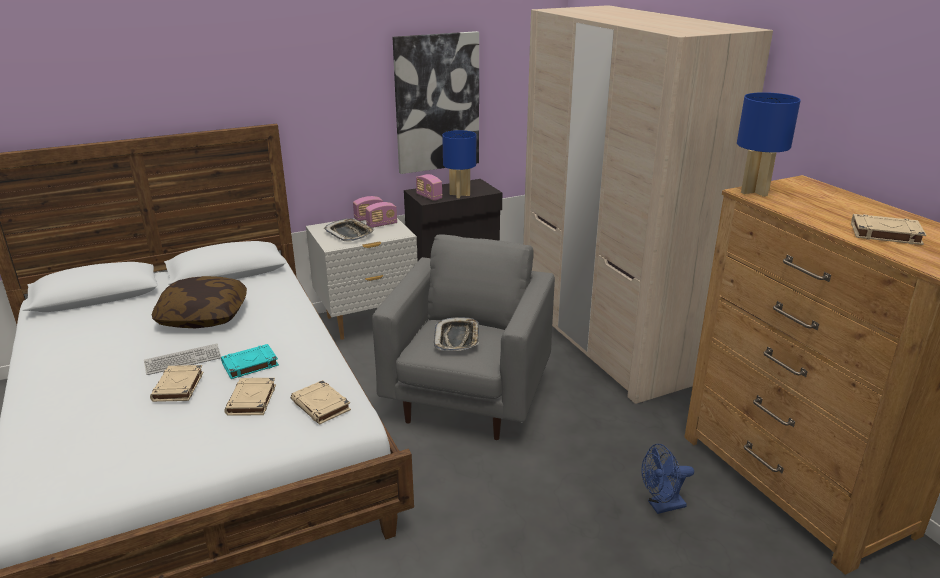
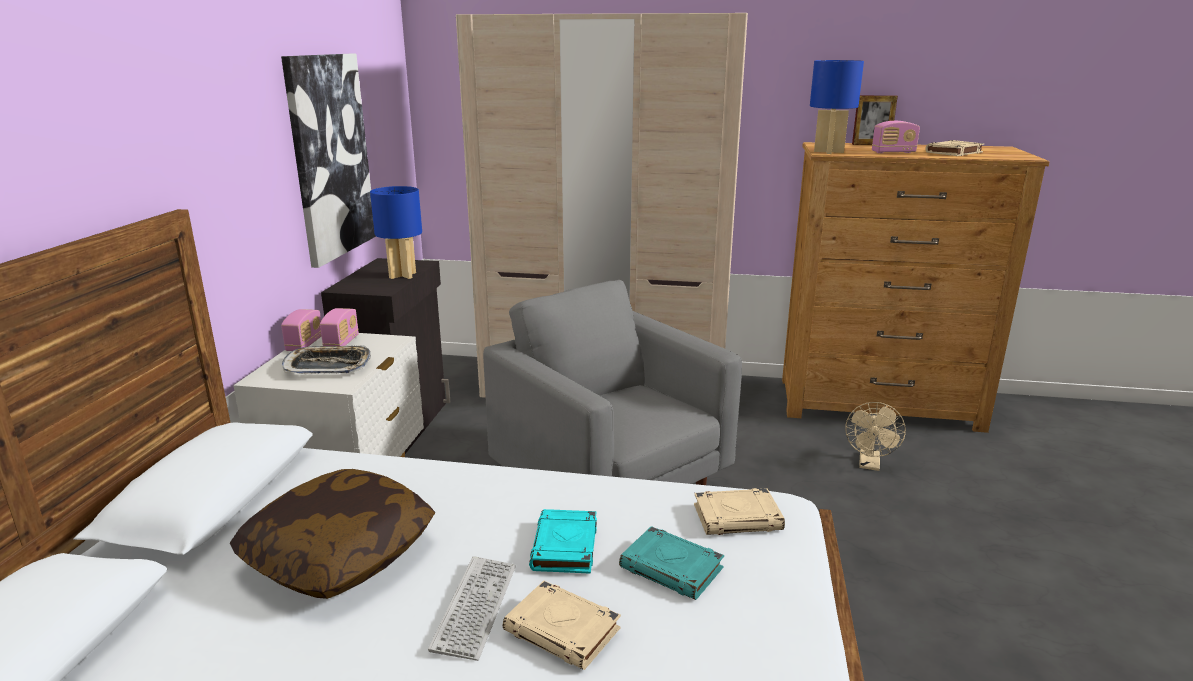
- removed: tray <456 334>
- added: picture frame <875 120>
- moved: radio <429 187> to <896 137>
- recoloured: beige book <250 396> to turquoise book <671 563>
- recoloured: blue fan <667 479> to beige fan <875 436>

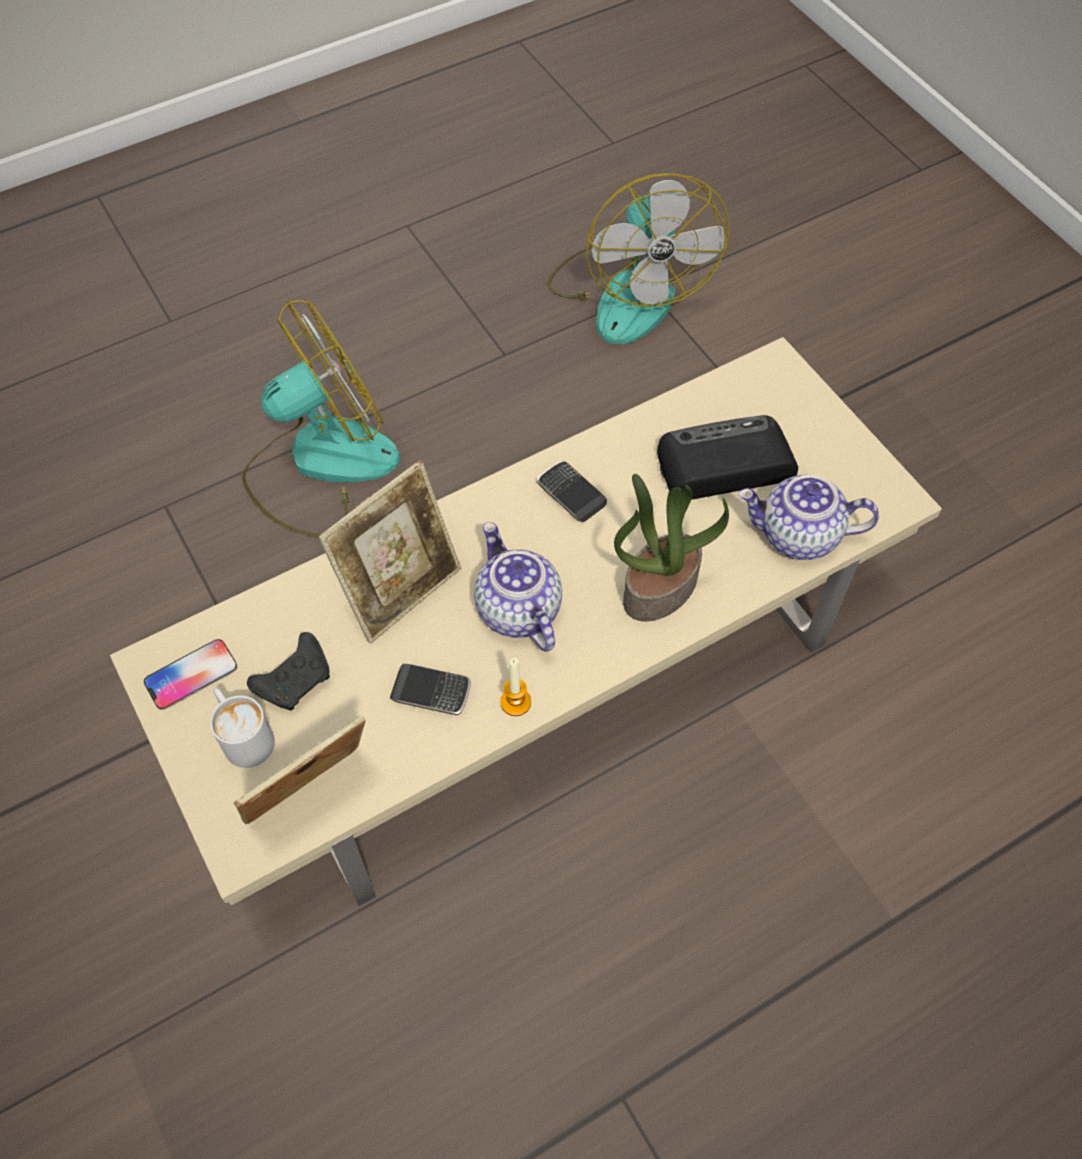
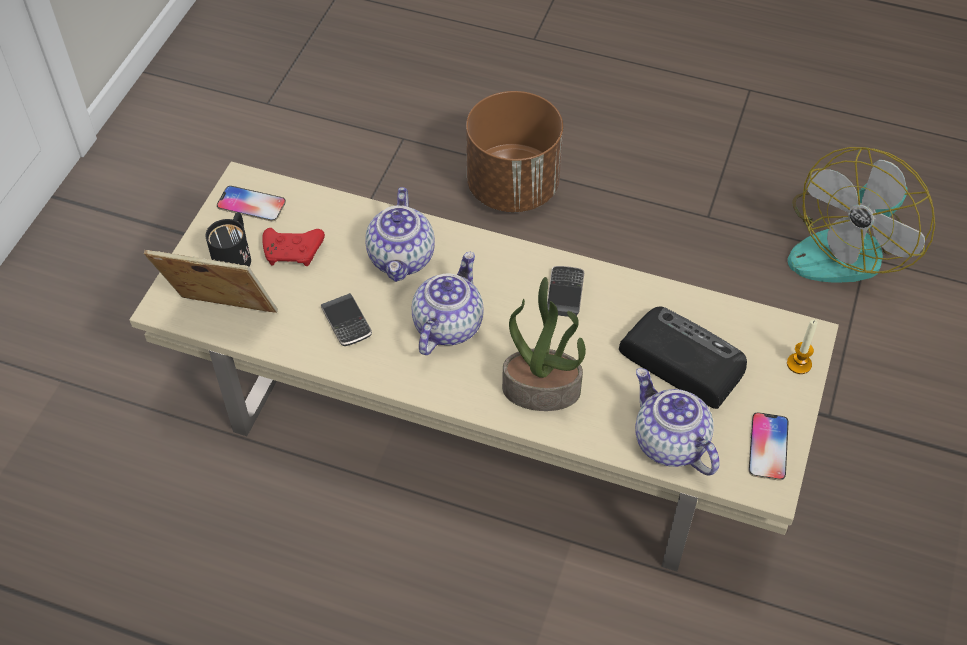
- added: phone <769 446>
- moved: candle <515 687> to <802 347>
- replaced: fan <321 419> to brown planter <514 151>
- replaced: picture frame <389 551> to teapot <400 234>
- recoloured: white mug <242 728> to black mug <228 239>
- recoloured: black game controller <288 671> to red game controller <293 247>

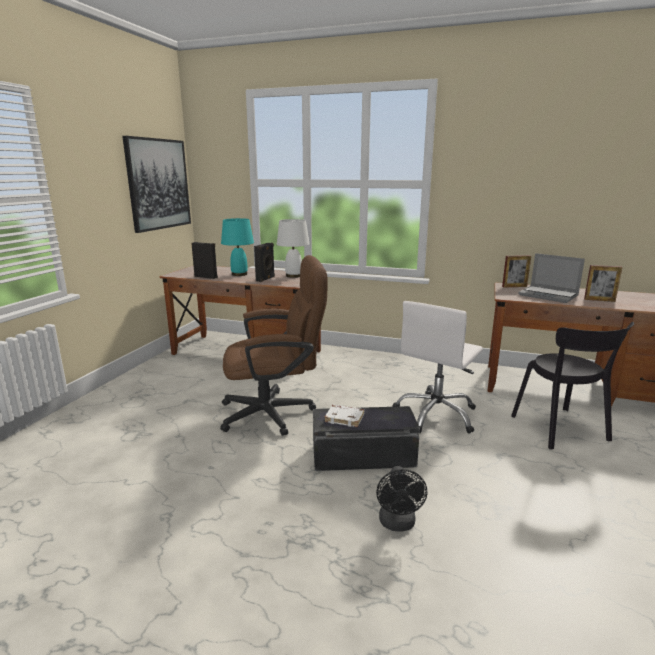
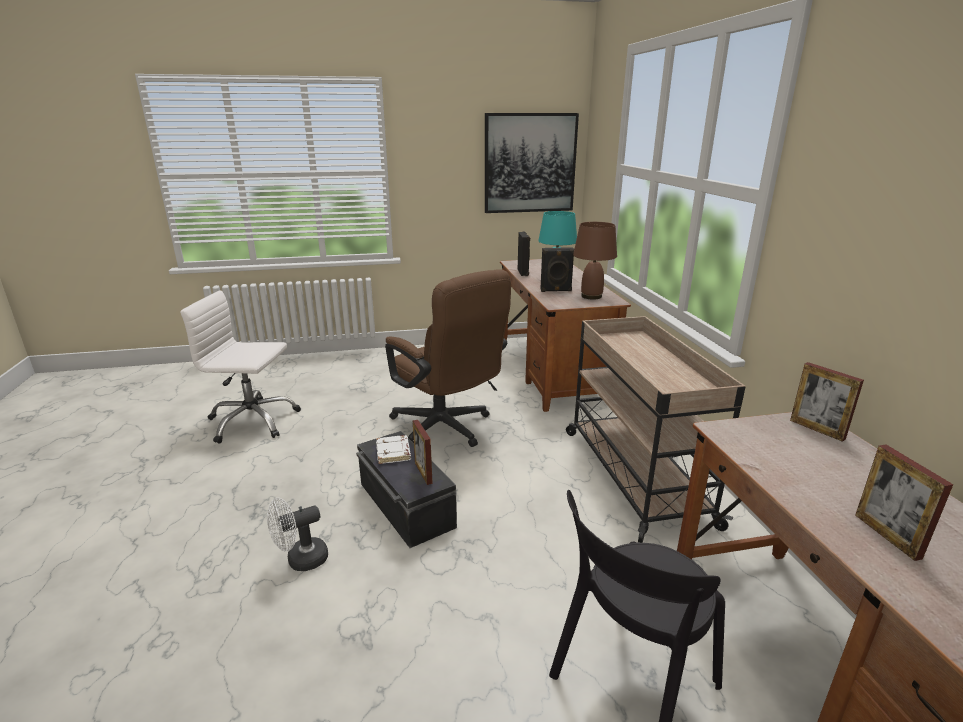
- removed: laptop <551 278>
- added: picture frame <423 452>
- added: beige cart <656 429>
- moved: white office chair <438 367> to <240 367>
- recoloured: white table lamp <293 248> to brown table lamp <595 261>
- recoloured: black fan <401 499> to white fan <297 534>

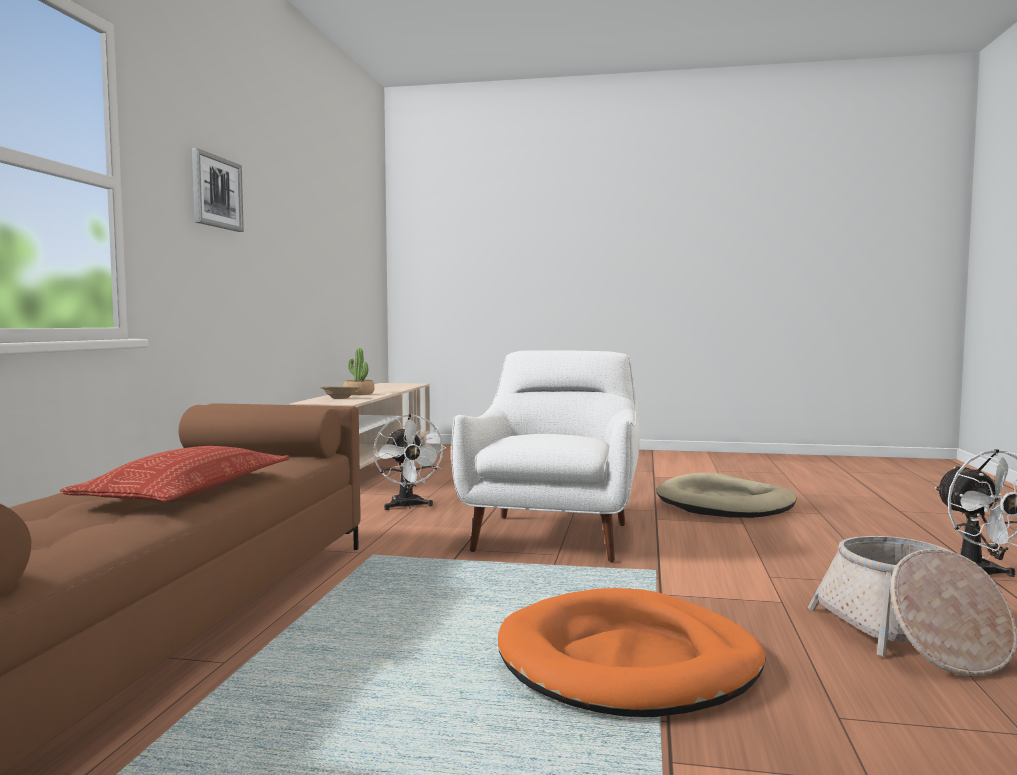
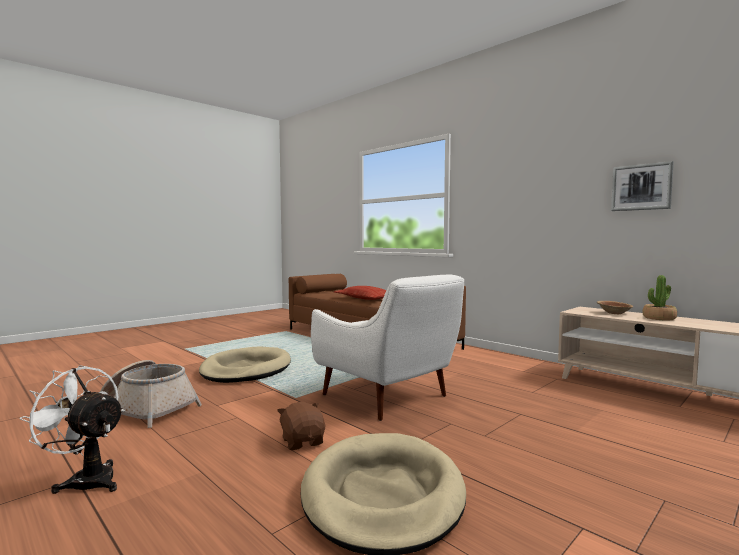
- removed: white fan <409 462>
- added: brown plush toy <301 426>
- moved: picture <218 190> to <642 186>
- recoloured: orange dog bed <632 652> to beige dog bed <245 364>

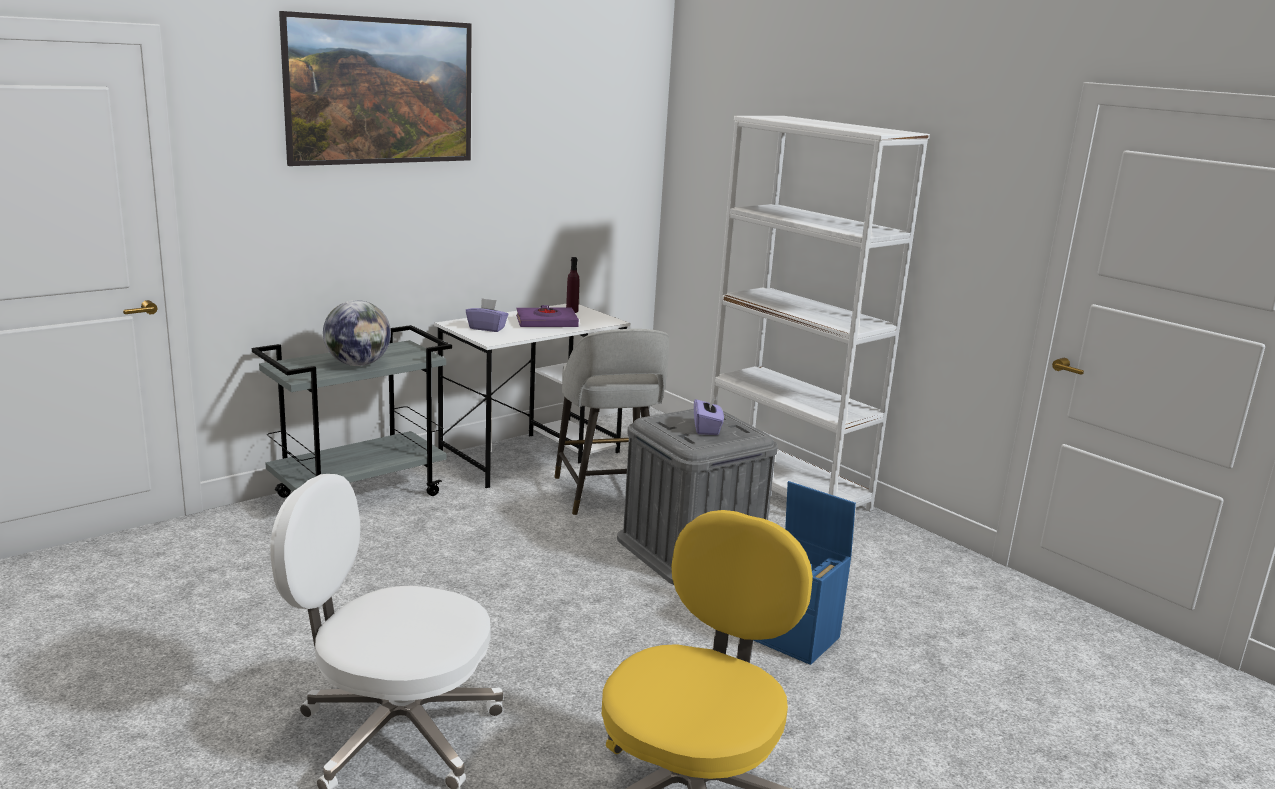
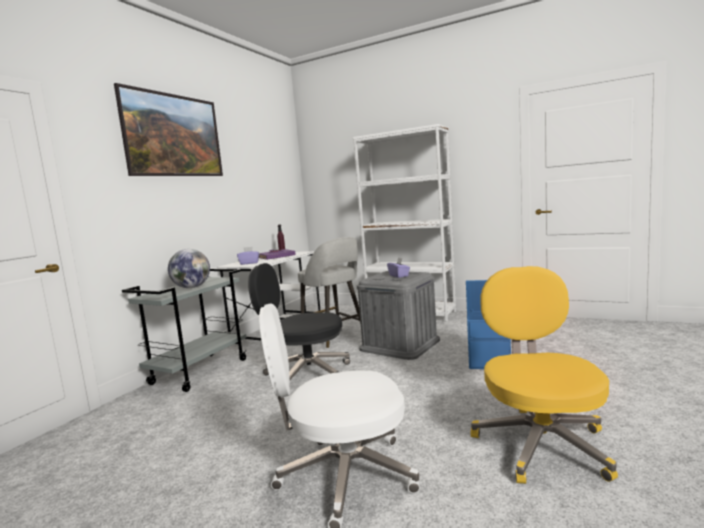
- added: black office chair <299 321>

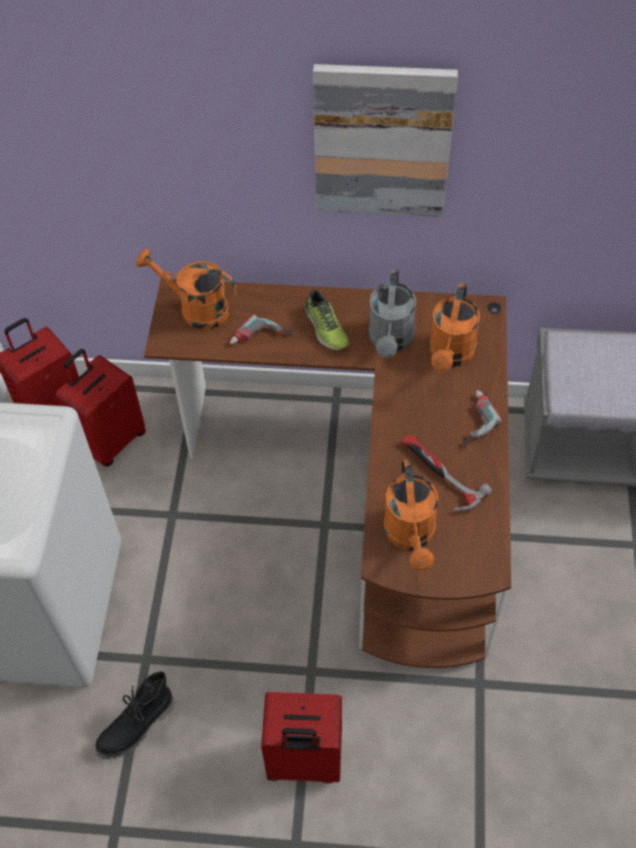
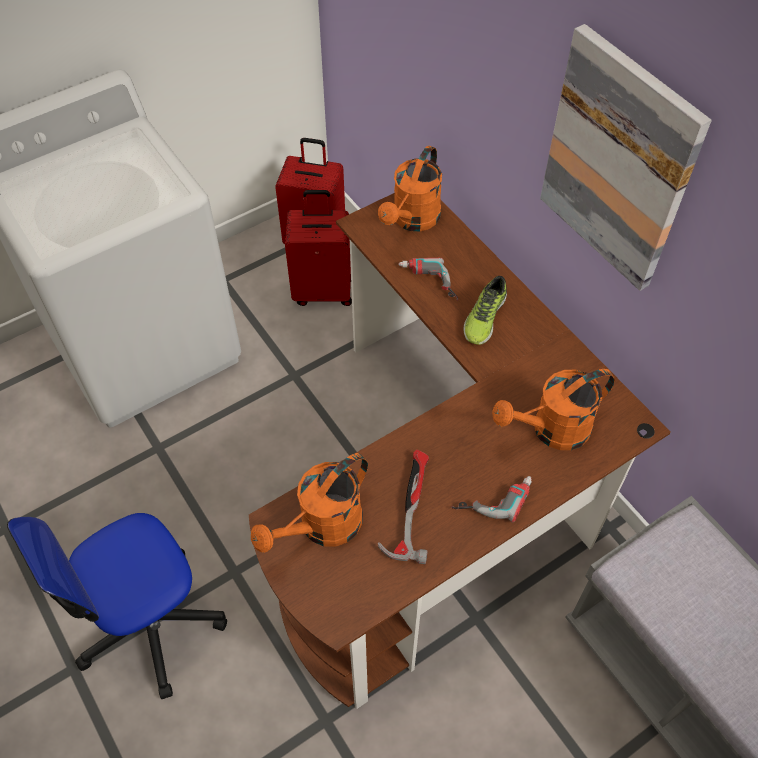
- removed: black boot <134 715>
- removed: grey watering can <392 313>
- replaced: red suitcase <301 737> to office chair <117 606>
- turned: orange watering can <186 289> = <410 188> 135 degrees counterclockwise

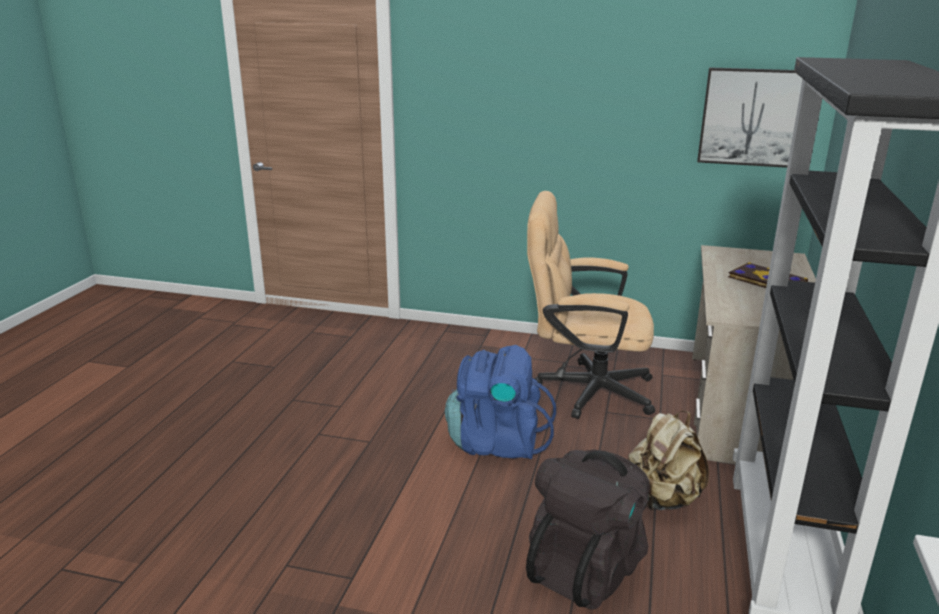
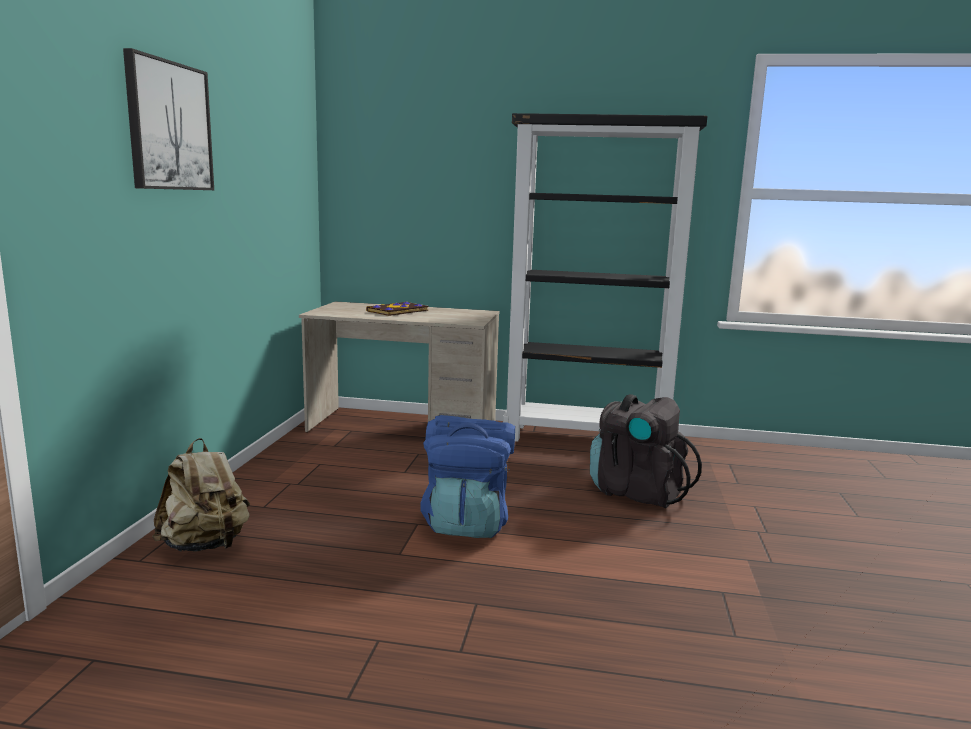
- removed: beige office chair <591 305>
- moved: beige backpack <669 460> to <201 494>
- moved: picture <750 117> to <168 119>

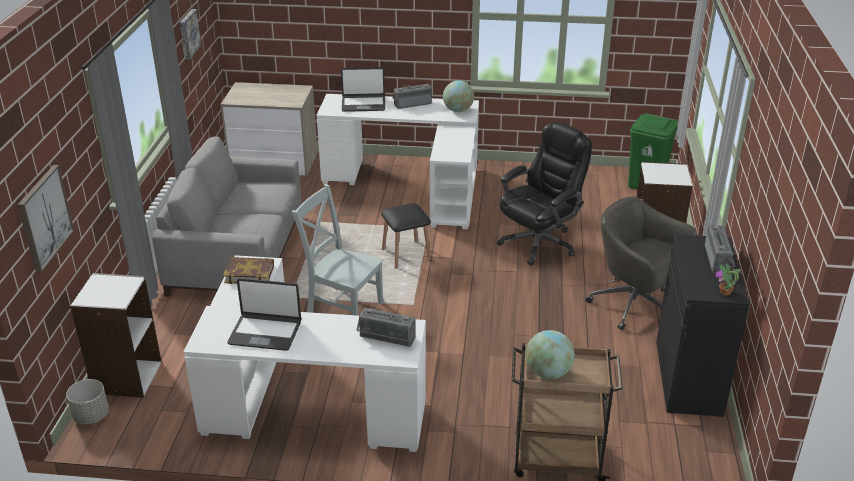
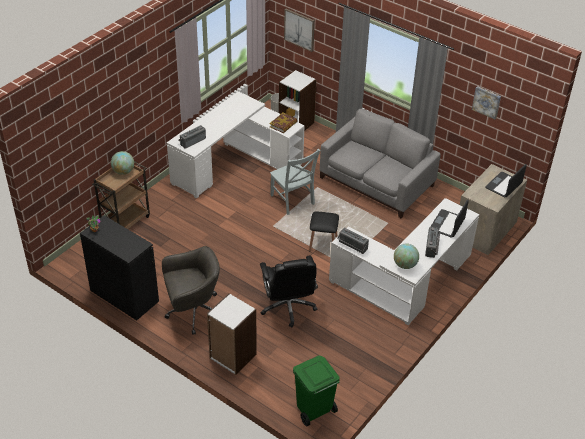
- moved: laptop <264 314> to <506 181>
- moved: radio <720 249> to <353 240>
- turned: grey chair <337 250> = <295 182> 90 degrees clockwise

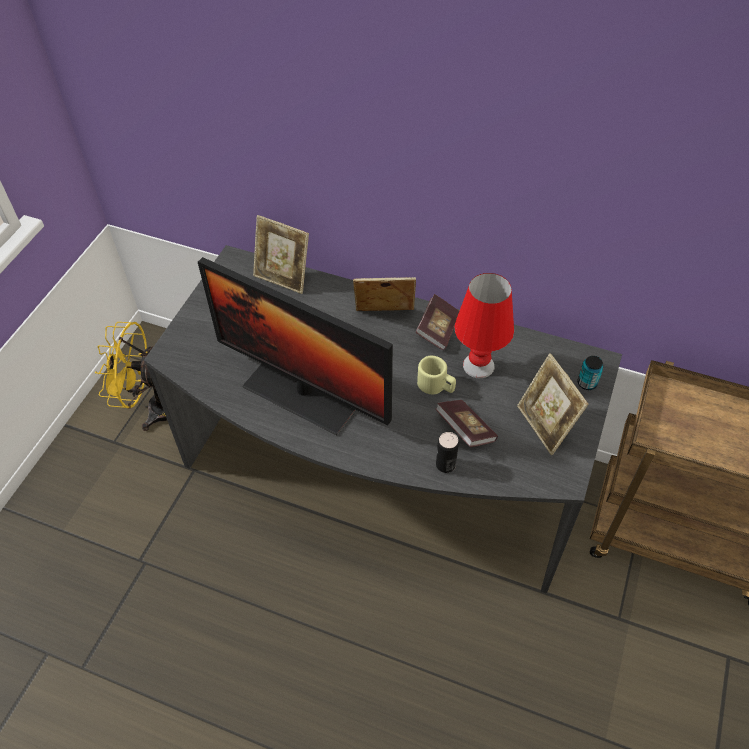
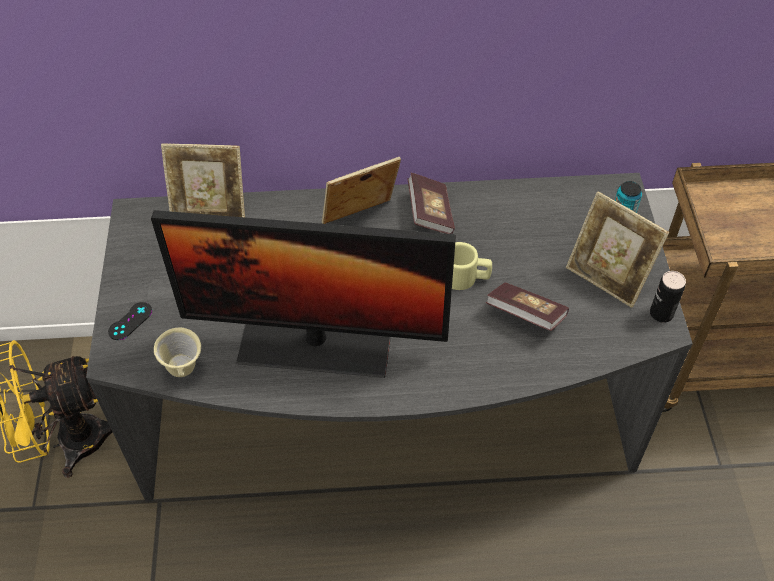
- removed: red table lamp <484 325>
- added: black game controller <130 321>
- added: beige mug <177 352>
- moved: can <447 452> to <668 297>

